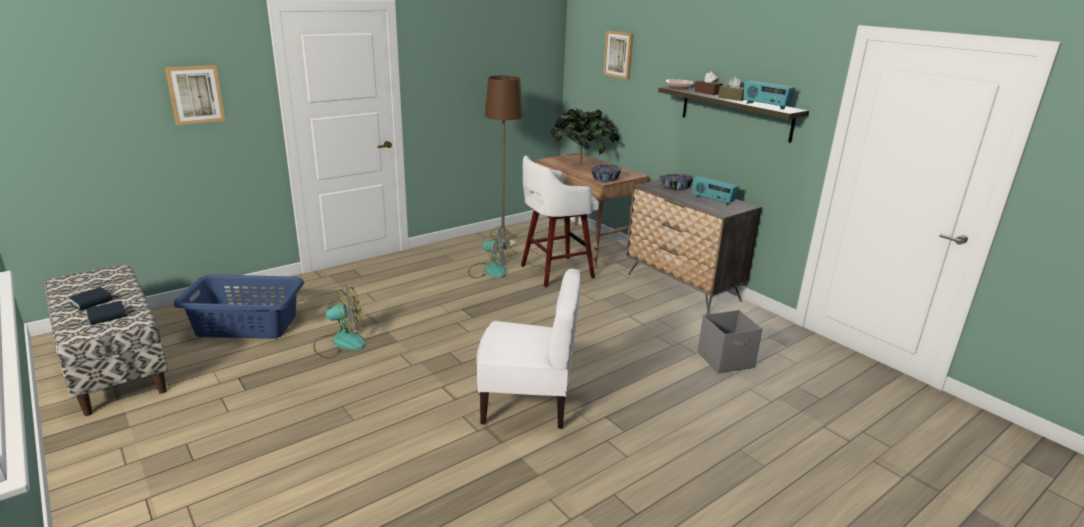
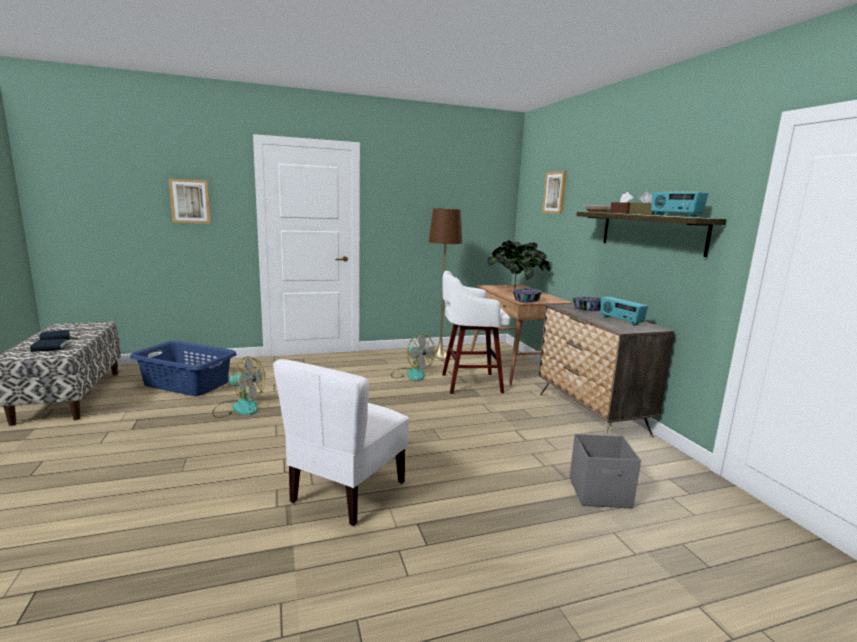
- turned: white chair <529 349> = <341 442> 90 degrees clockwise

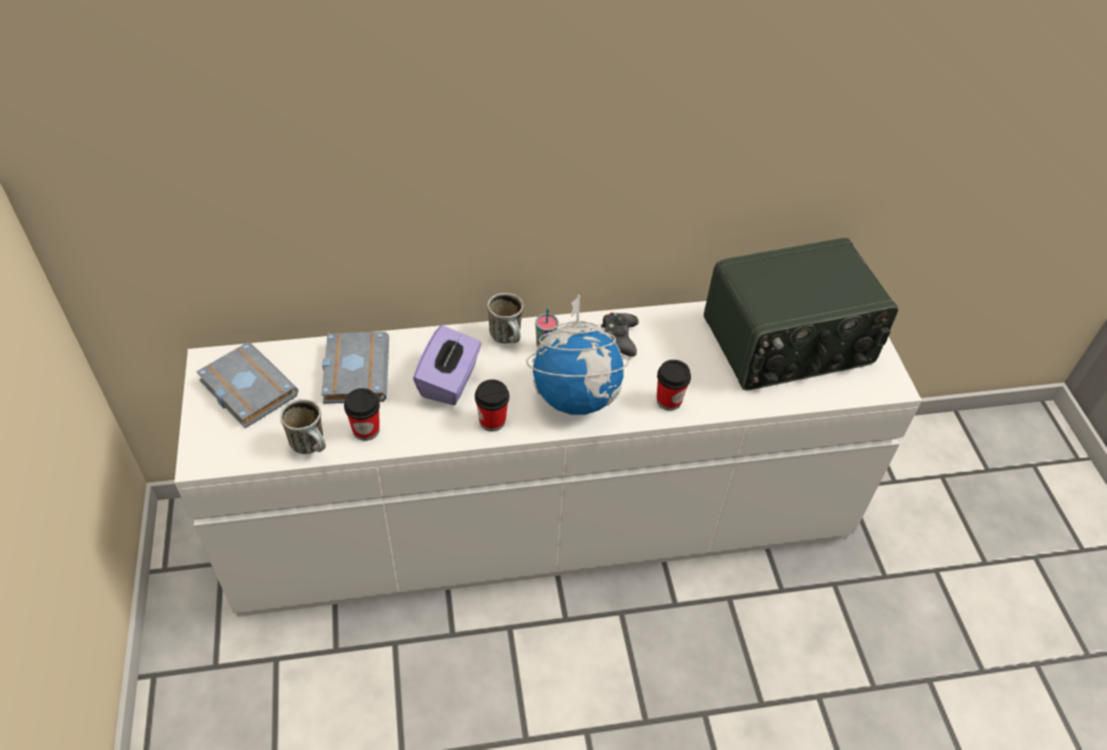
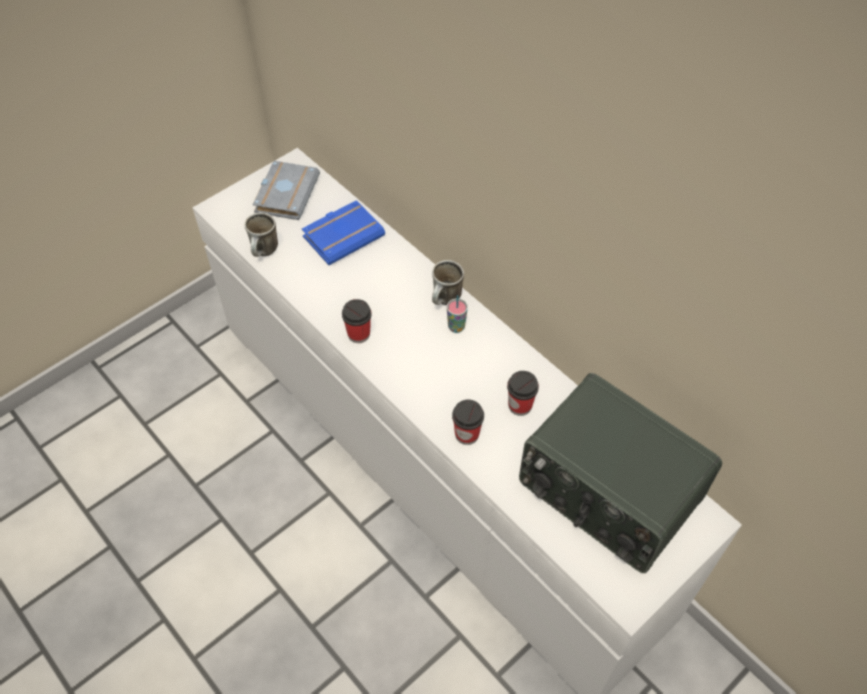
- removed: purple tissue box <447 365>
- removed: globe <577 355>
- removed: black game controller <620 334>
- moved: cup <362 414> to <523 393>
- recoloured: grey book <355 368> to blue book <343 232>

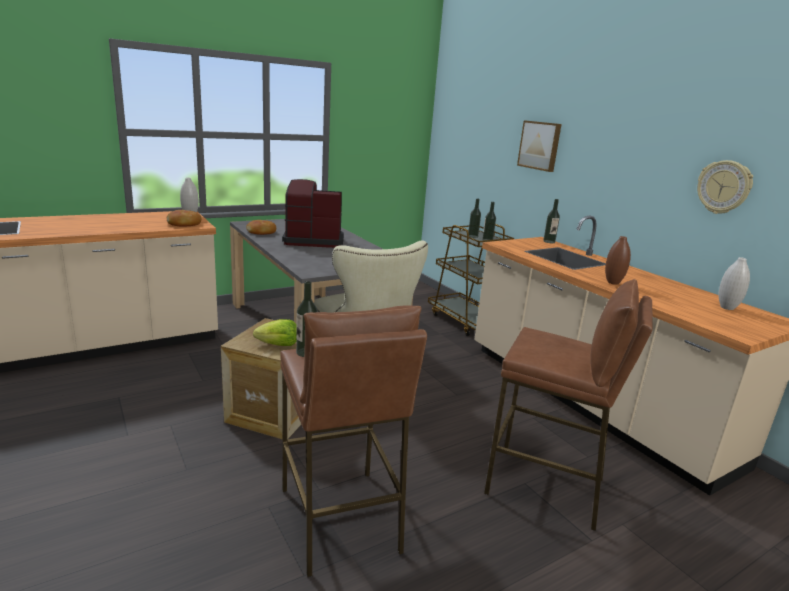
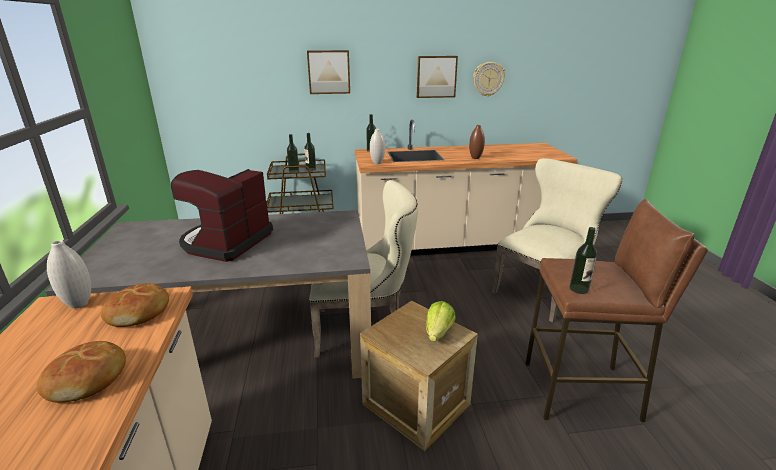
- added: picture <437 77>
- moved: bread <261 227> to <81 372>
- moved: white vase <734 283> to <377 146>
- replaced: brown stool <568 405> to beige chair <557 240>

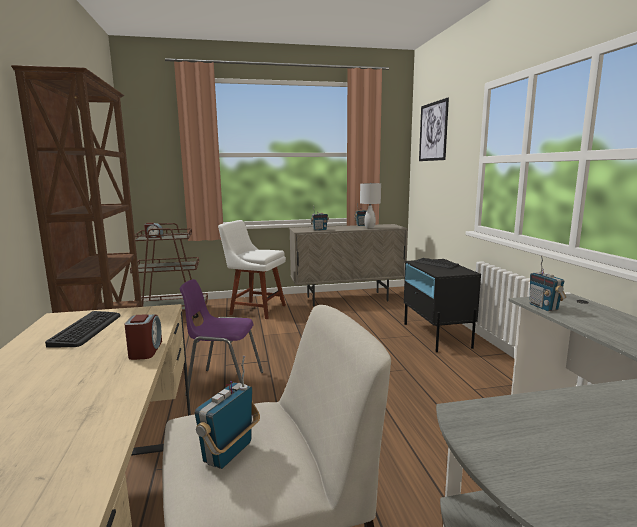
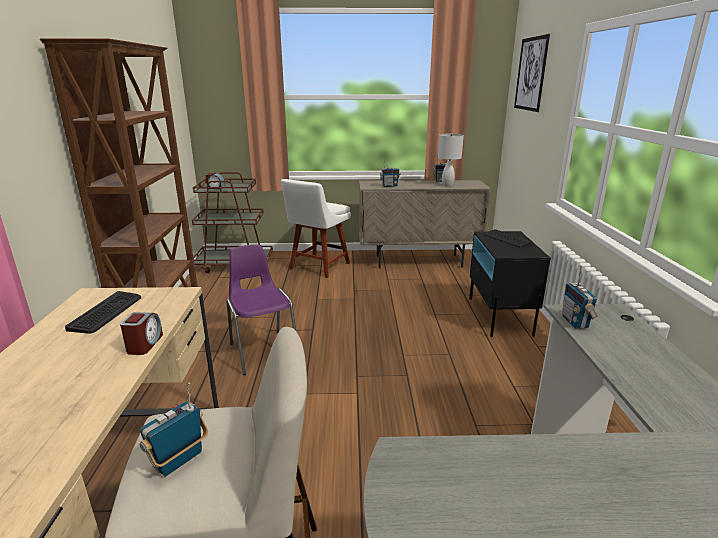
- turned: purple chair <221 337> = <261 309> 45 degrees clockwise
- turned: white chair <252 269> = <316 228> 90 degrees counterclockwise

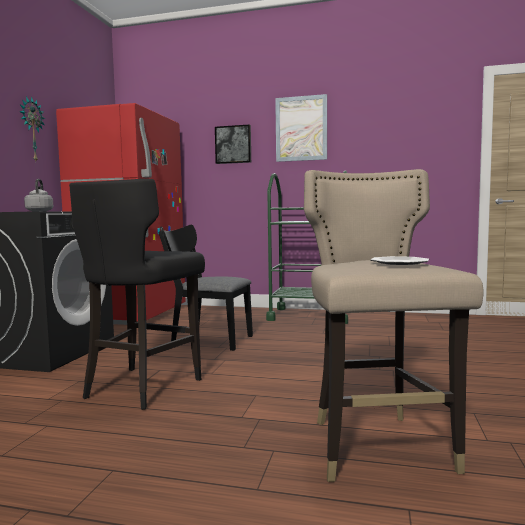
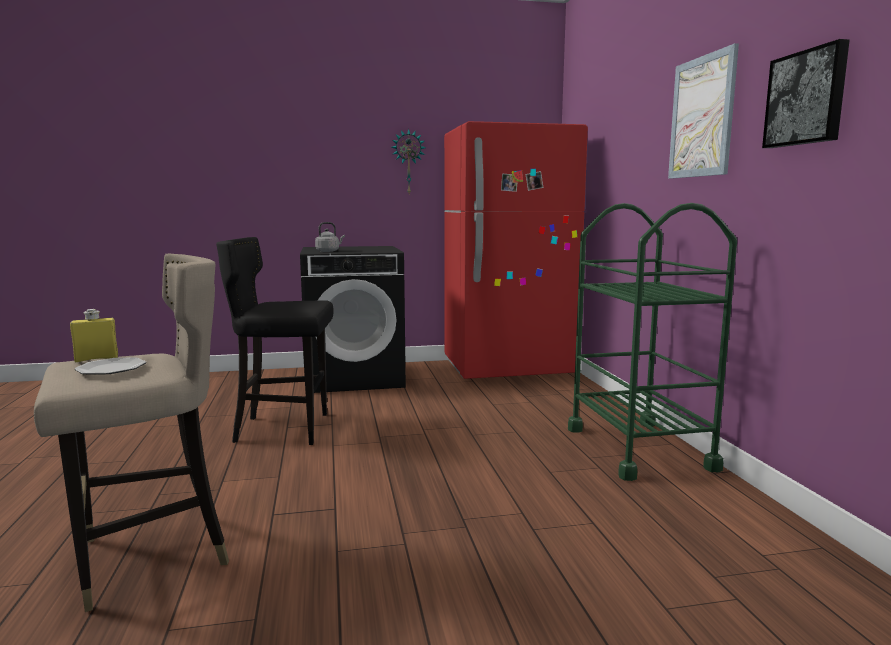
- removed: black chair <205 288>
- added: yellow bottle <94 335>
- moved: picture <233 144> to <806 93>

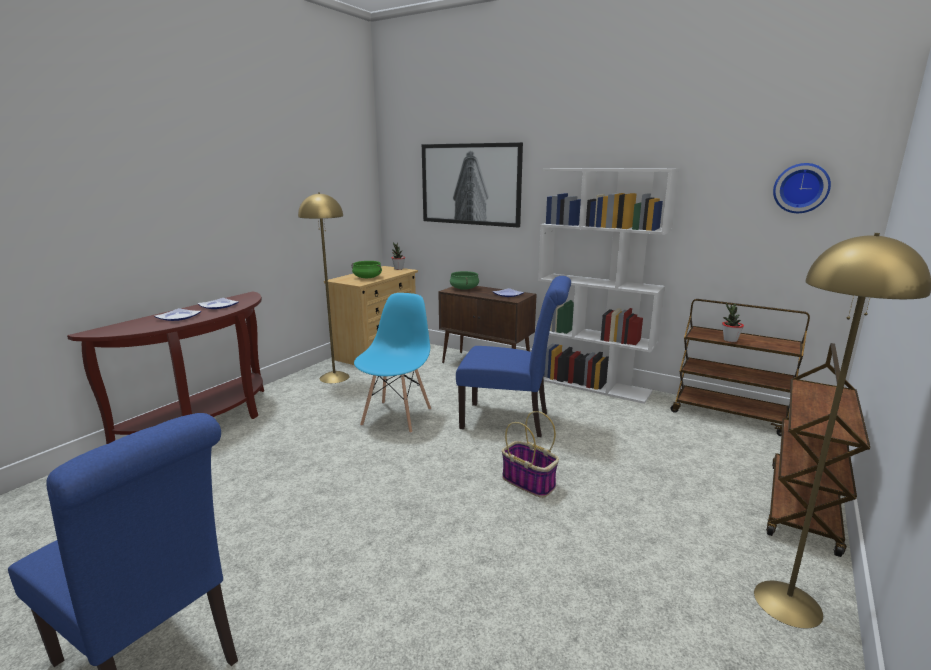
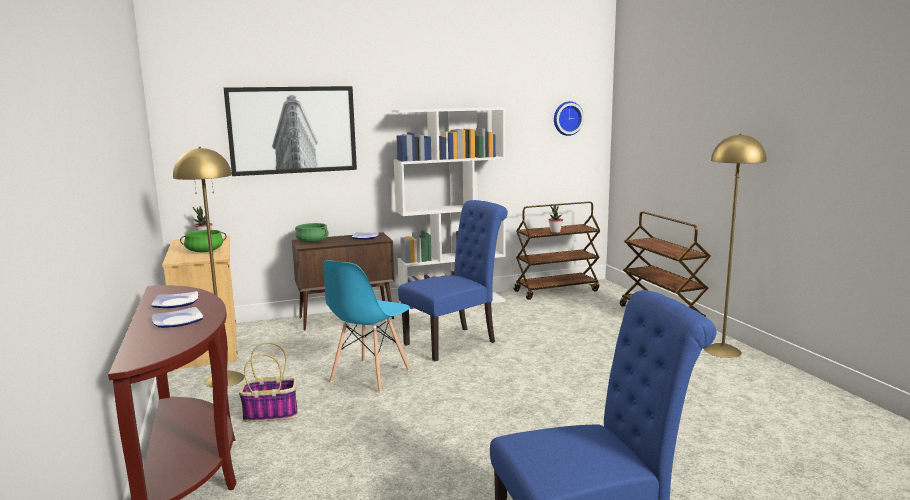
- moved: basket <530 454> to <268 382>
- turned: blue chair <392 363> = <366 326> 120 degrees counterclockwise

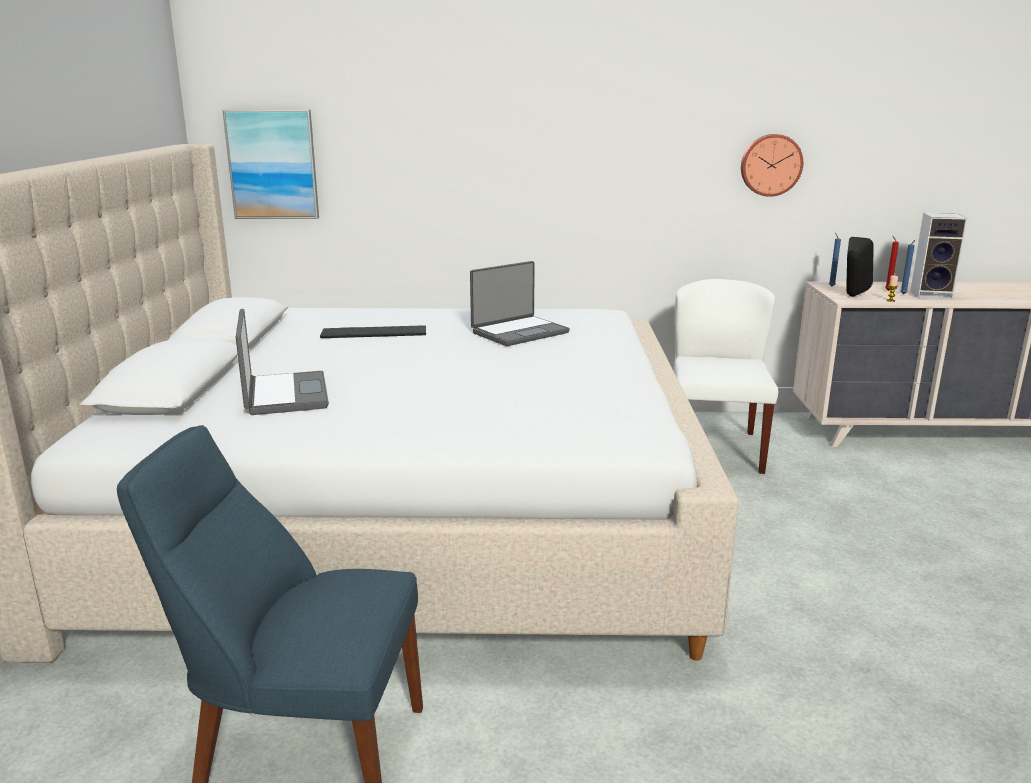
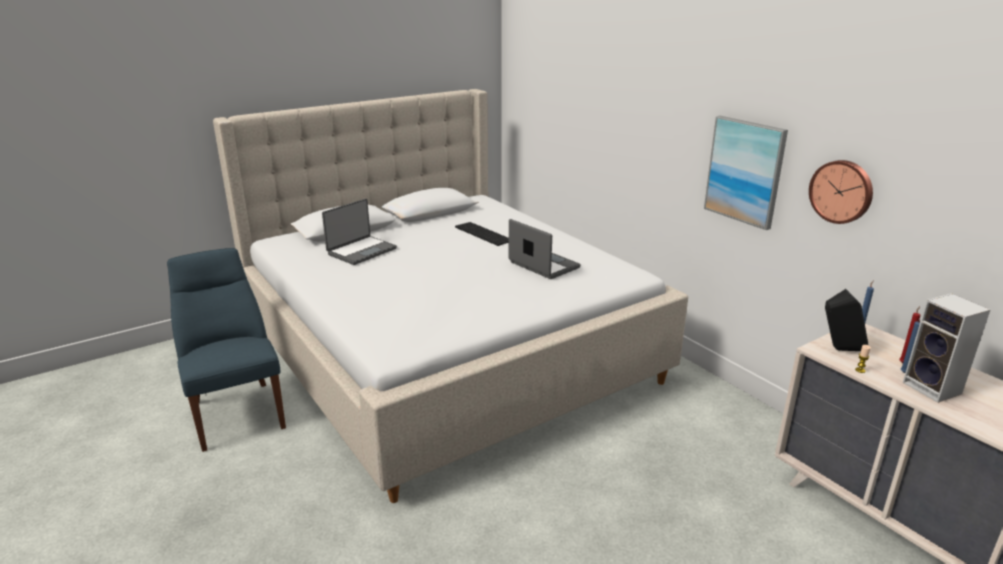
- removed: white chair <726 376>
- moved: picture <270 164> to <746 173>
- turned: laptop <520 303> = <545 249> 150 degrees counterclockwise

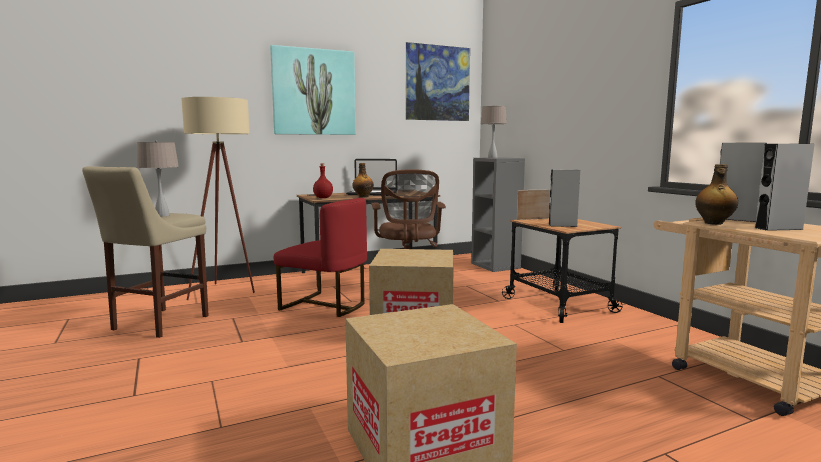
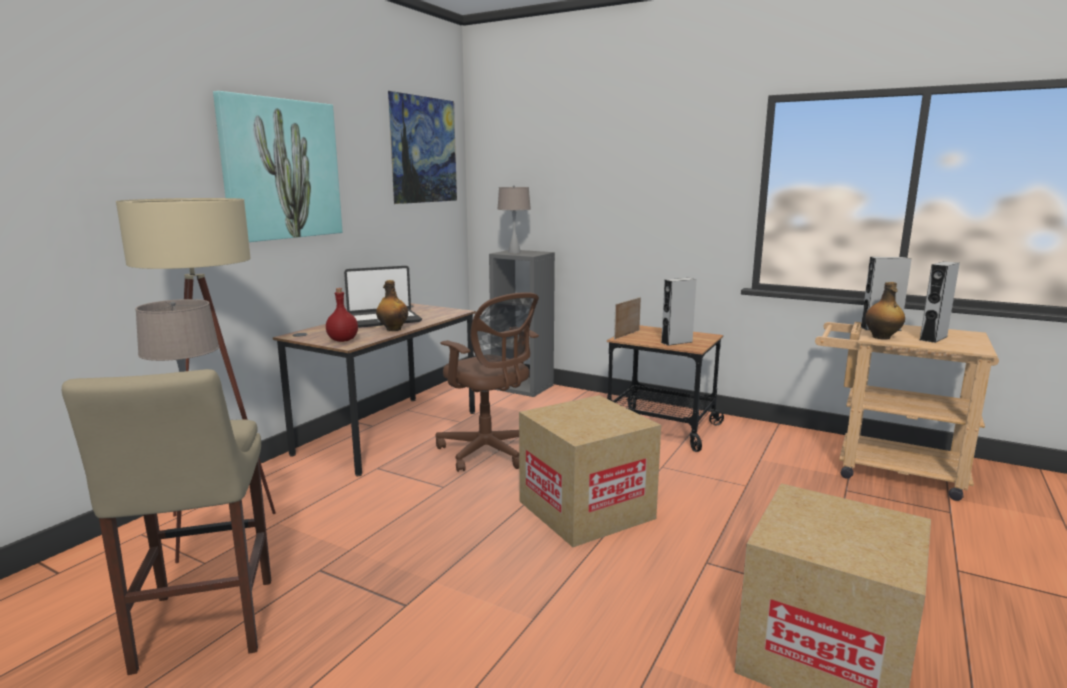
- removed: red chair <320 257>

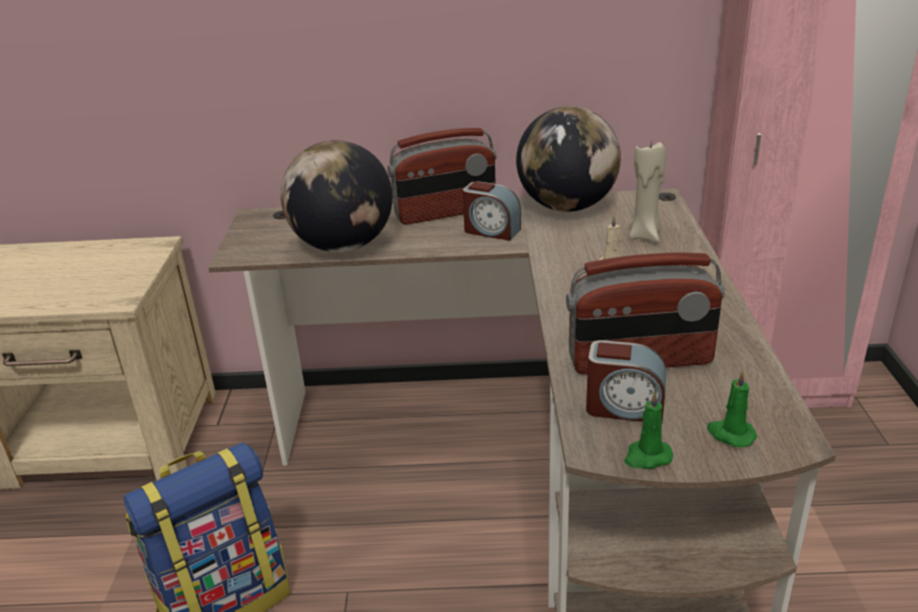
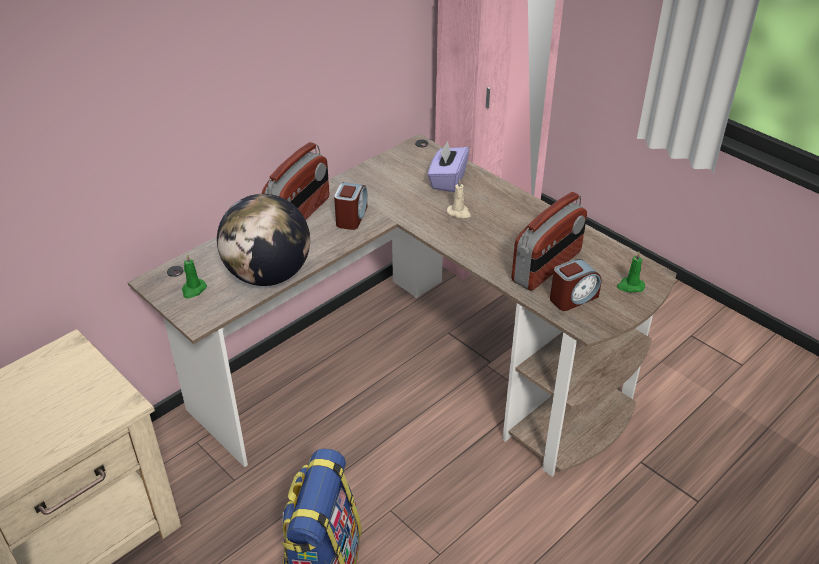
- removed: globe <568 159>
- moved: green candle <648 430> to <194 276>
- replaced: beige candle <647 192> to purple tissue box <448 166>
- turned: alarm clock <492 211> = <350 206> 60 degrees counterclockwise

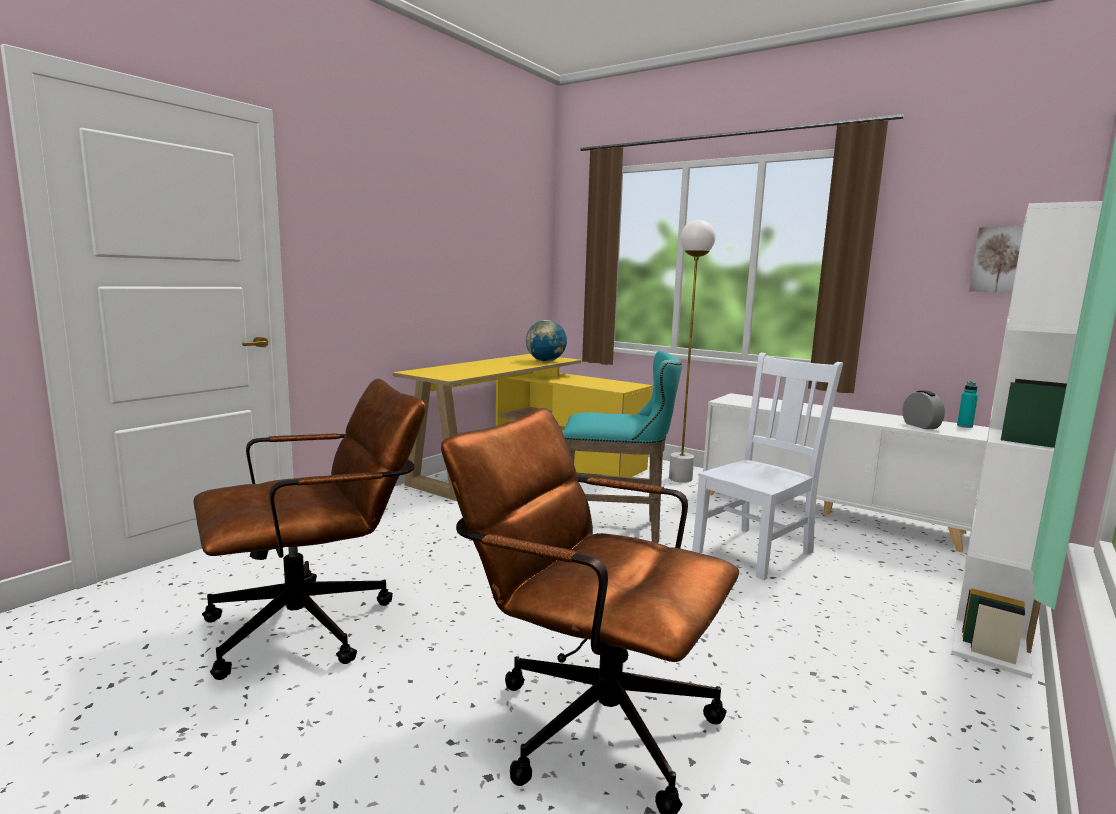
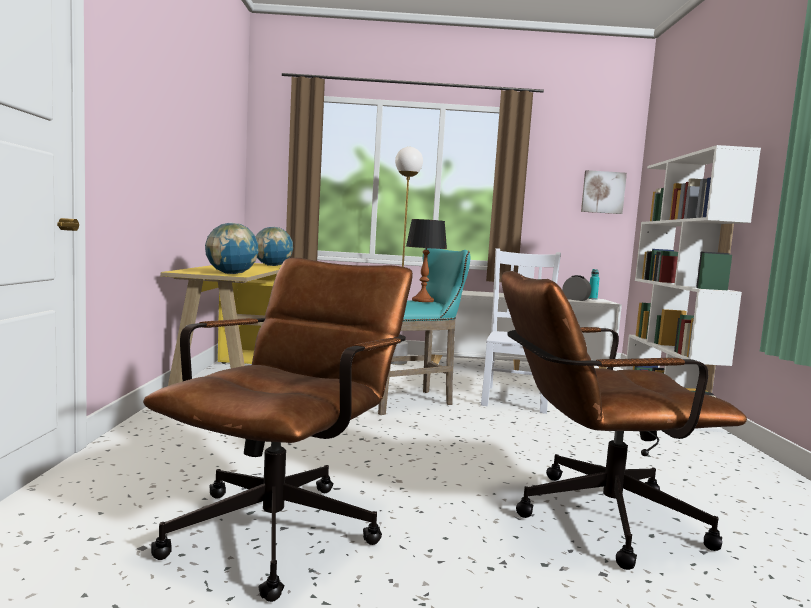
- added: globe <232 248>
- added: table lamp <426 260>

